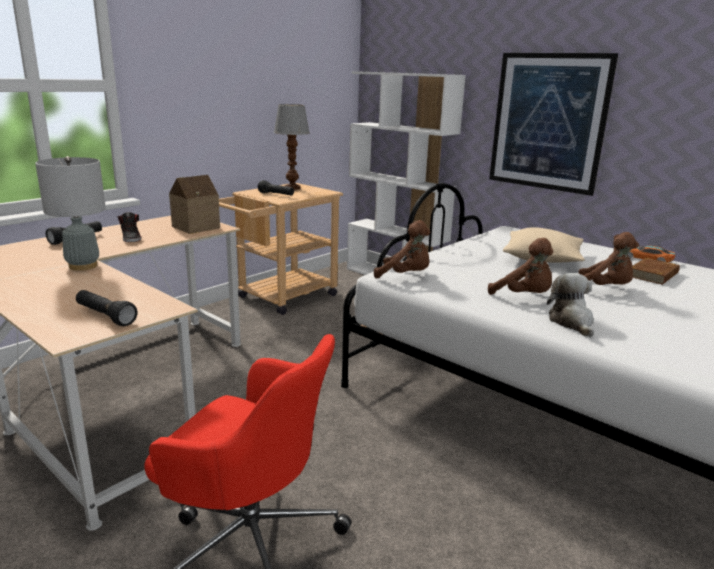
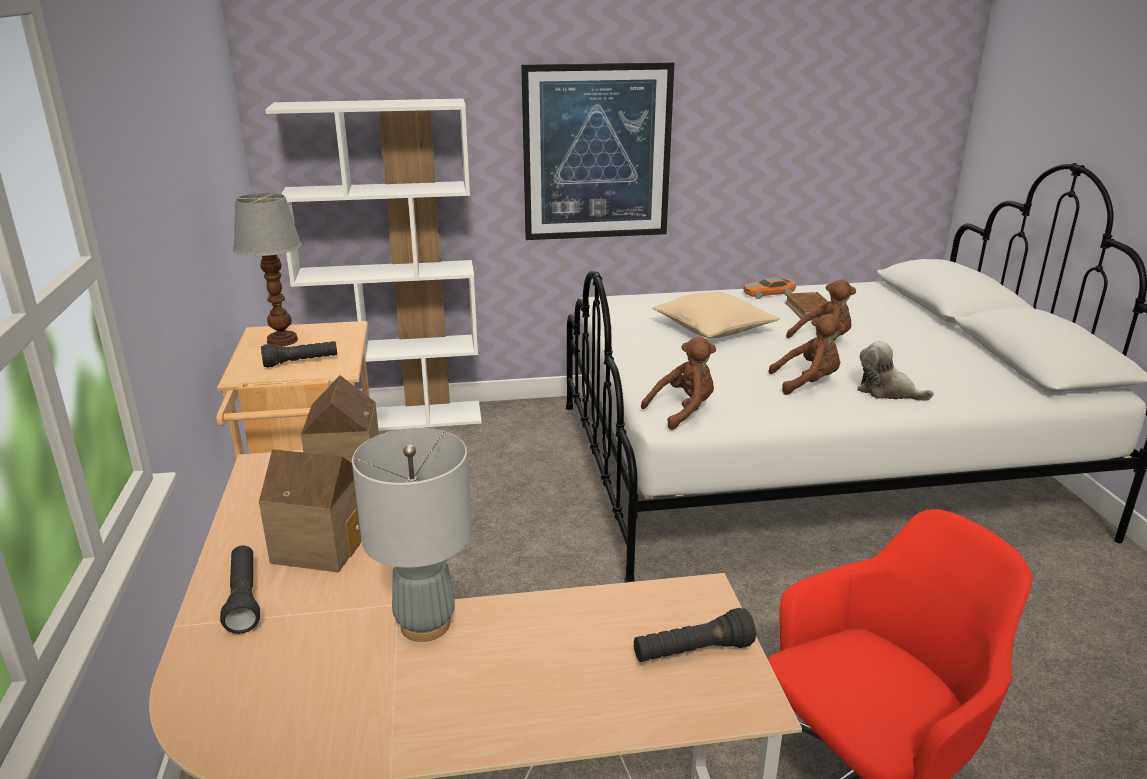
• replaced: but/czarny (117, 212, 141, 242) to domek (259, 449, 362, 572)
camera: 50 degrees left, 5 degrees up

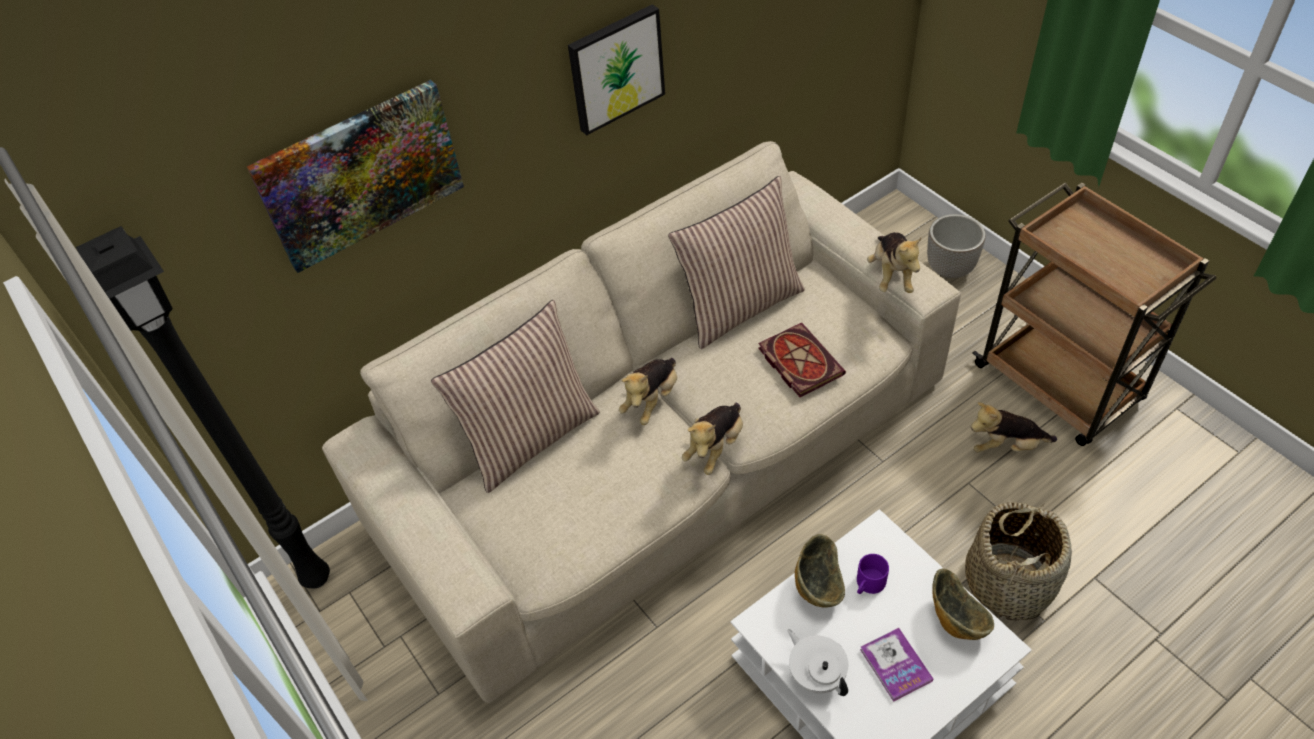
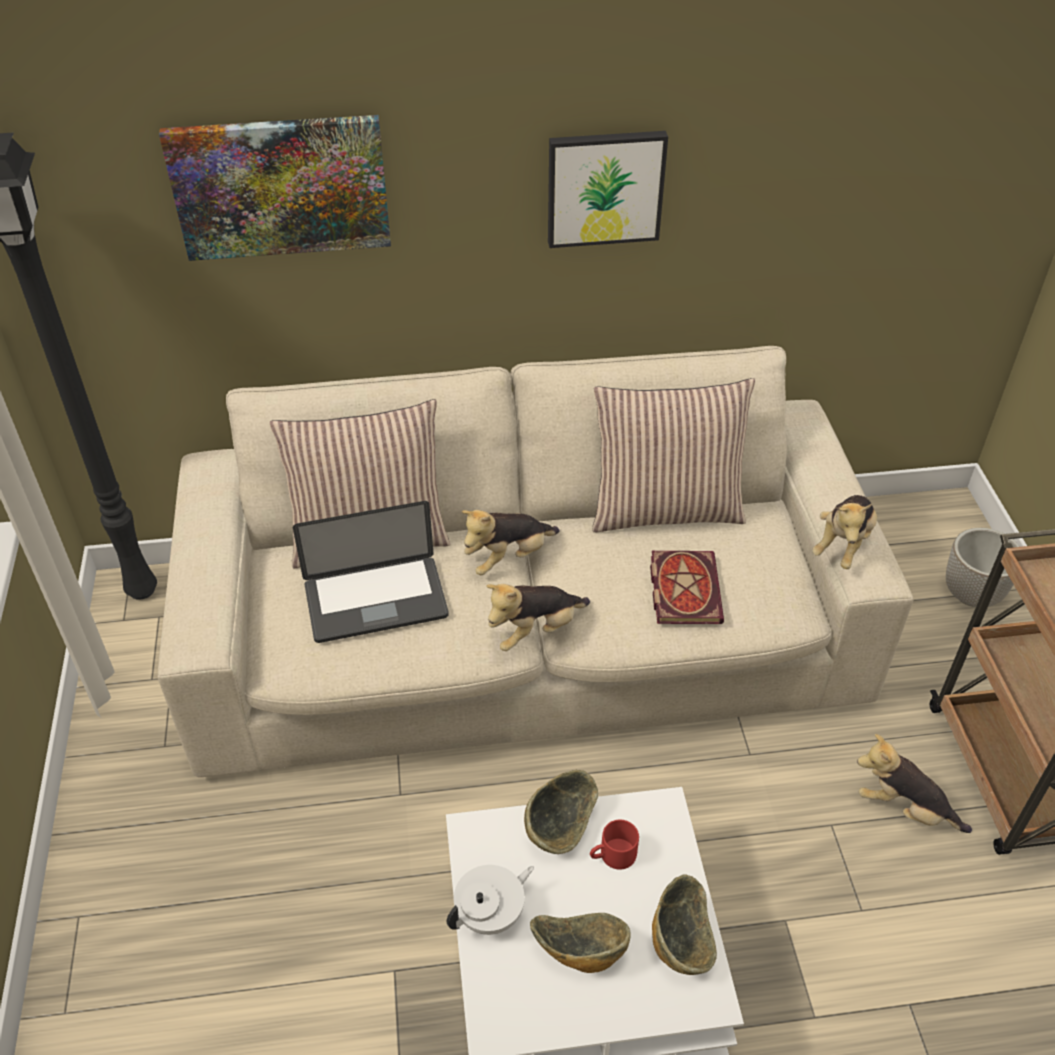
• turned: imbryk/biały (788, 629, 848, 696) = (447, 865, 534, 935) 60 degrees clockwise
• recoloured: kubek/fioletowy (857, 554, 889, 594) to kubek/czerwony (590, 820, 639, 870)
• replaced: książka (860, 628, 933, 702) to miska (530, 913, 630, 973)
• removed: koszyk (965, 502, 1072, 621)
• added: laptop (293, 501, 449, 643)
camera: 25 degrees right, 5 degrees down

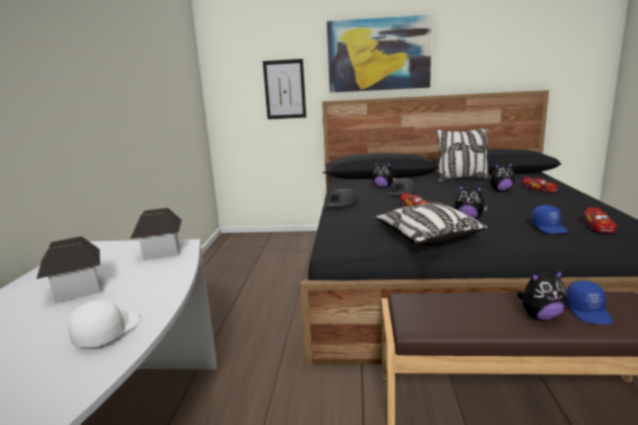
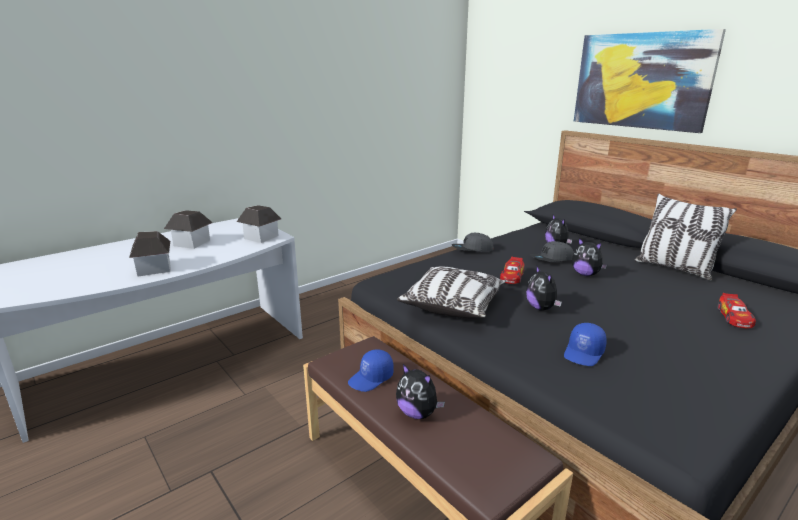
• replaced: czapka z daszkiem/biały (68, 300, 140, 348) to domek (129, 231, 171, 276)
• removed: obraz (263, 59, 306, 119)
• moved: pluszak (489, 162, 515, 192) to (572, 238, 608, 276)
• moved: czapka z daszkiem/niebieski (566, 280, 613, 324) to (348, 349, 393, 392)
• removed: samochodzik (583, 207, 617, 233)
camera: 45 degrees right, 5 degrees up

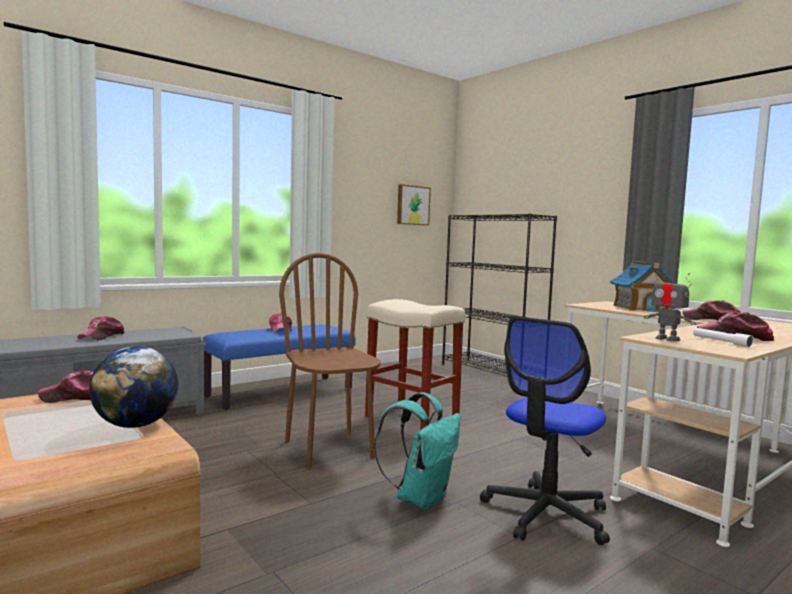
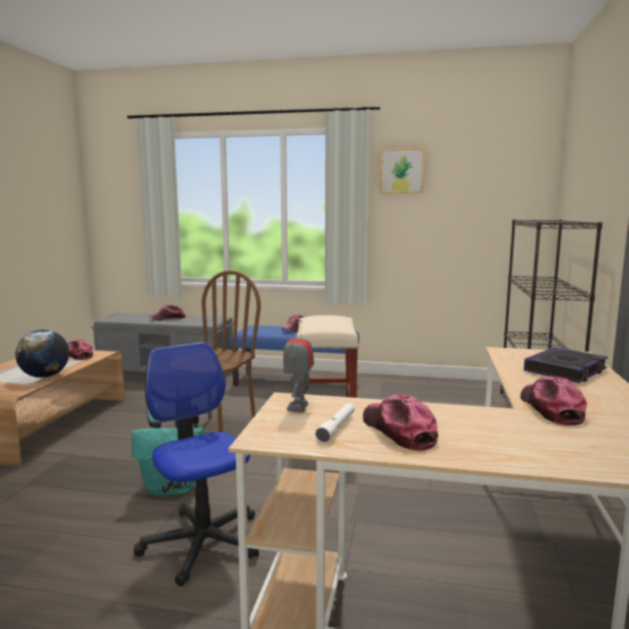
• moved: obraz (397, 184, 431, 226) to (380, 148, 425, 193)
• turned: krzesło biurowe (480, 316, 610, 545) = (134, 342, 259, 586) 60 degrees clockwise
• replaced: domek (610, 261, 675, 312) to książka (524, 347, 608, 383)
camera: 50 degrees right, 5 degrees up

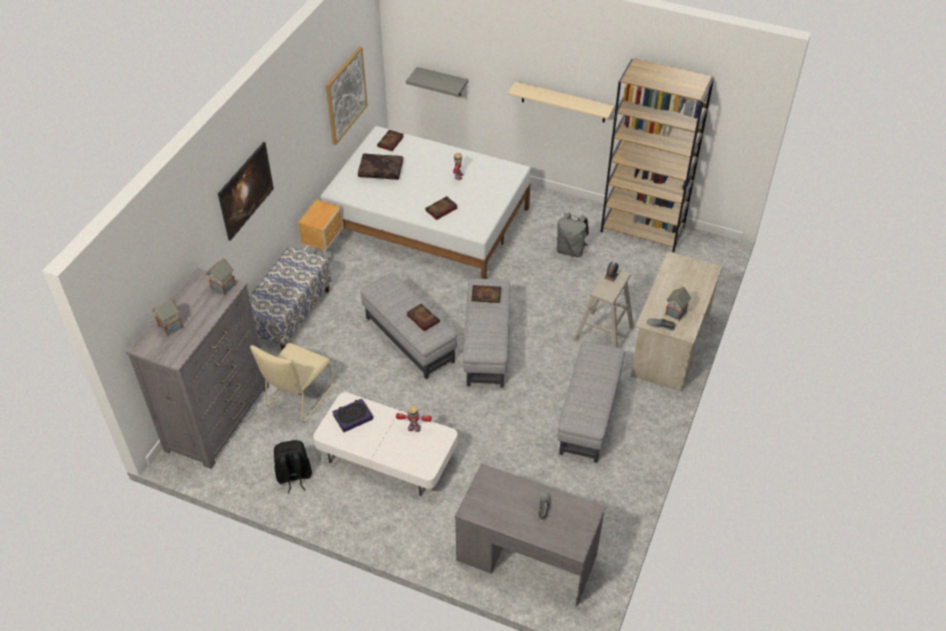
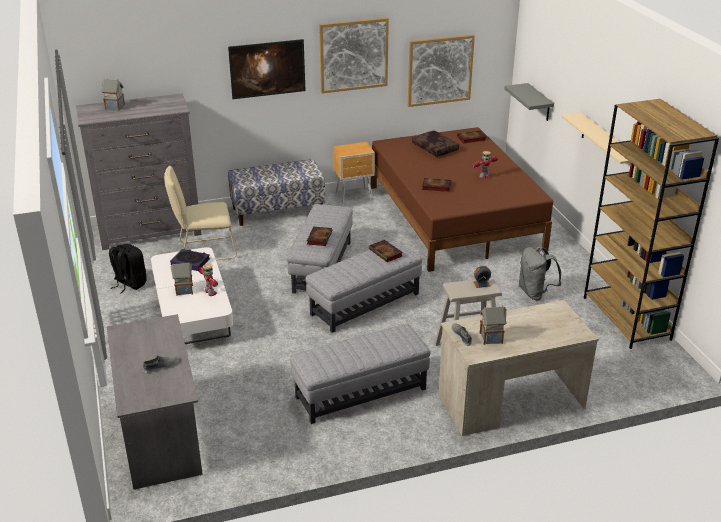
• moved: domek (206, 258, 236, 296) to (171, 262, 193, 296)
• recoloured: łóżko/biały (320, 126, 530, 279) to łóżko/brązowy (371, 127, 553, 272)
• added: obraz (319, 18, 389, 93)
camera: 50 degrees right, 15 degrees down

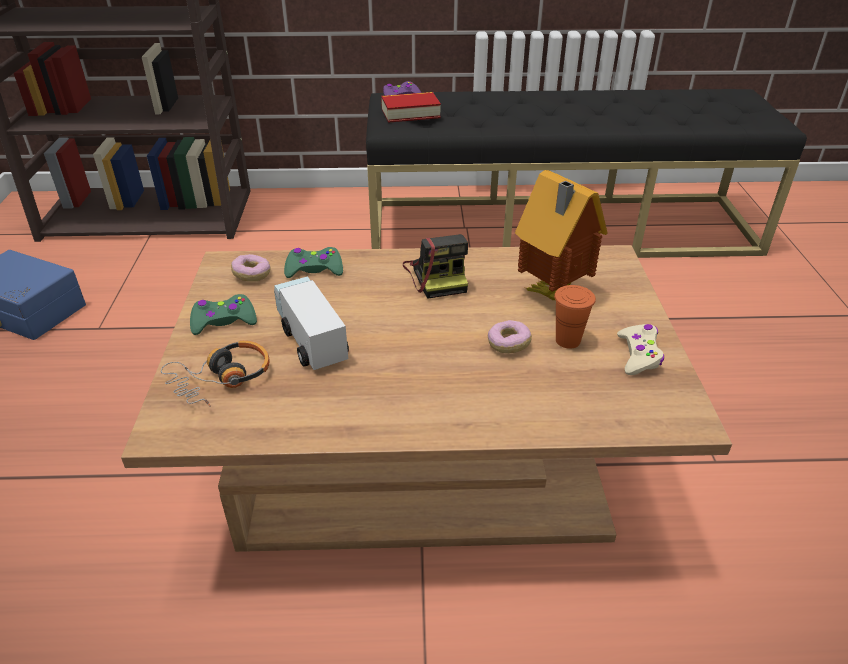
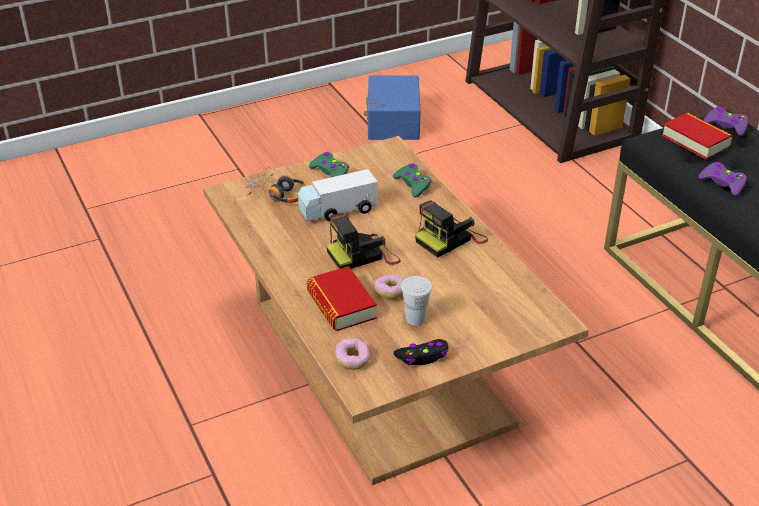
• moved: donut (231, 254, 271, 281) to (335, 338, 370, 370)
• turned: ciężarówka zabawkowa (274, 276, 349, 370) = (298, 169, 377, 221) 150 degrees counterclockwise
• removed: domek (515, 170, 608, 300)
• recoloured: filiżanka/pomarańczowy (554, 285, 596, 349) to filiżanka/biały (401, 276, 433, 326)
• recoloured: pad do gier/beżowy (617, 324, 664, 375) to pad do gier/czarny (393, 339, 448, 365)
• added: książka (307, 266, 377, 331)
• added: aparat fotograficzny (326, 213, 400, 269)
• added: pad do gier/fioletowy (698, 162, 747, 196)
camera: 65 degrees right, 0 degrees up

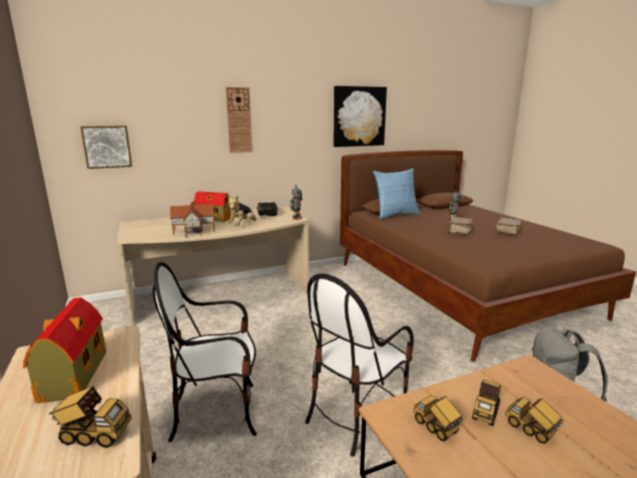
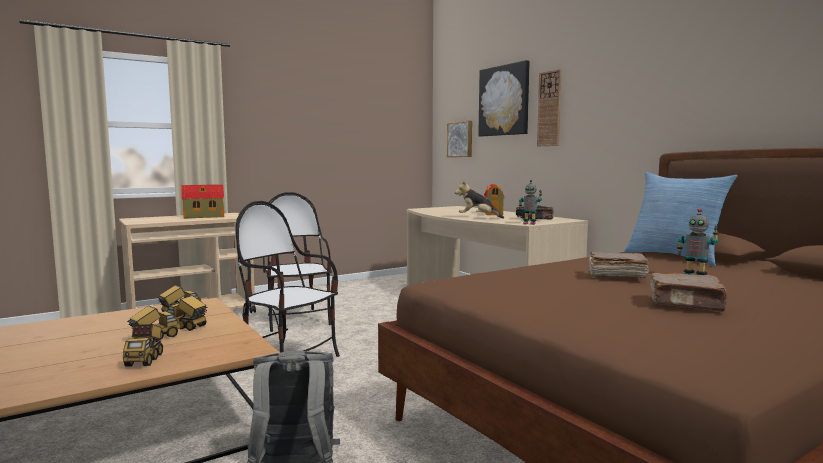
• moved: ciężarówka zabawkowa (49, 386, 132, 448) to (123, 324, 163, 367)
• removed: domek (170, 201, 215, 237)
• moved: obraz (333, 86, 387, 147) to (478, 60, 530, 136)
camera: 80 degrees right, 10 degrees down

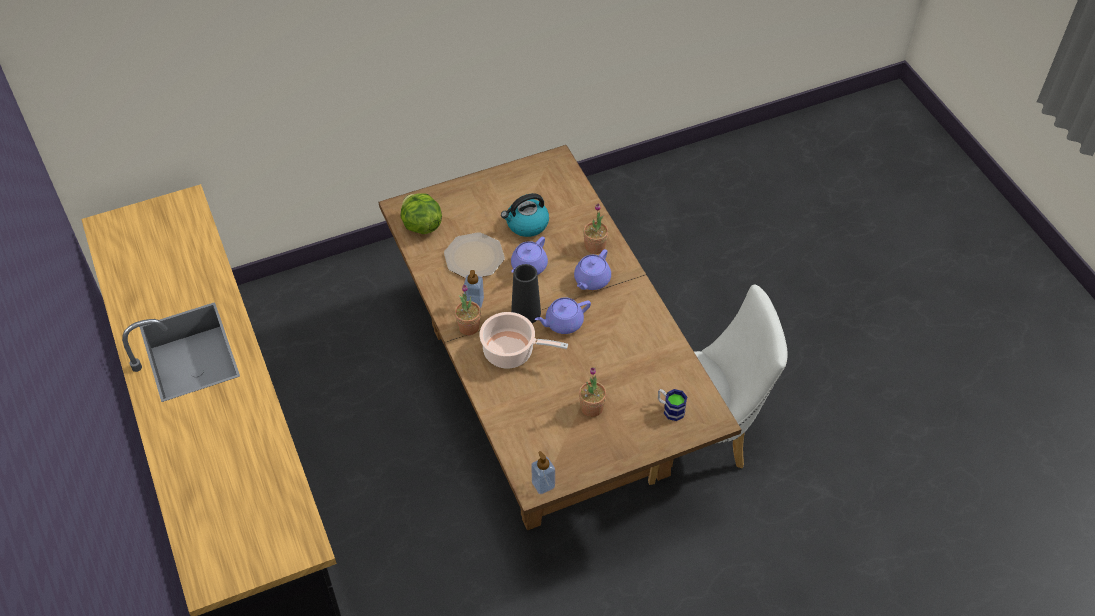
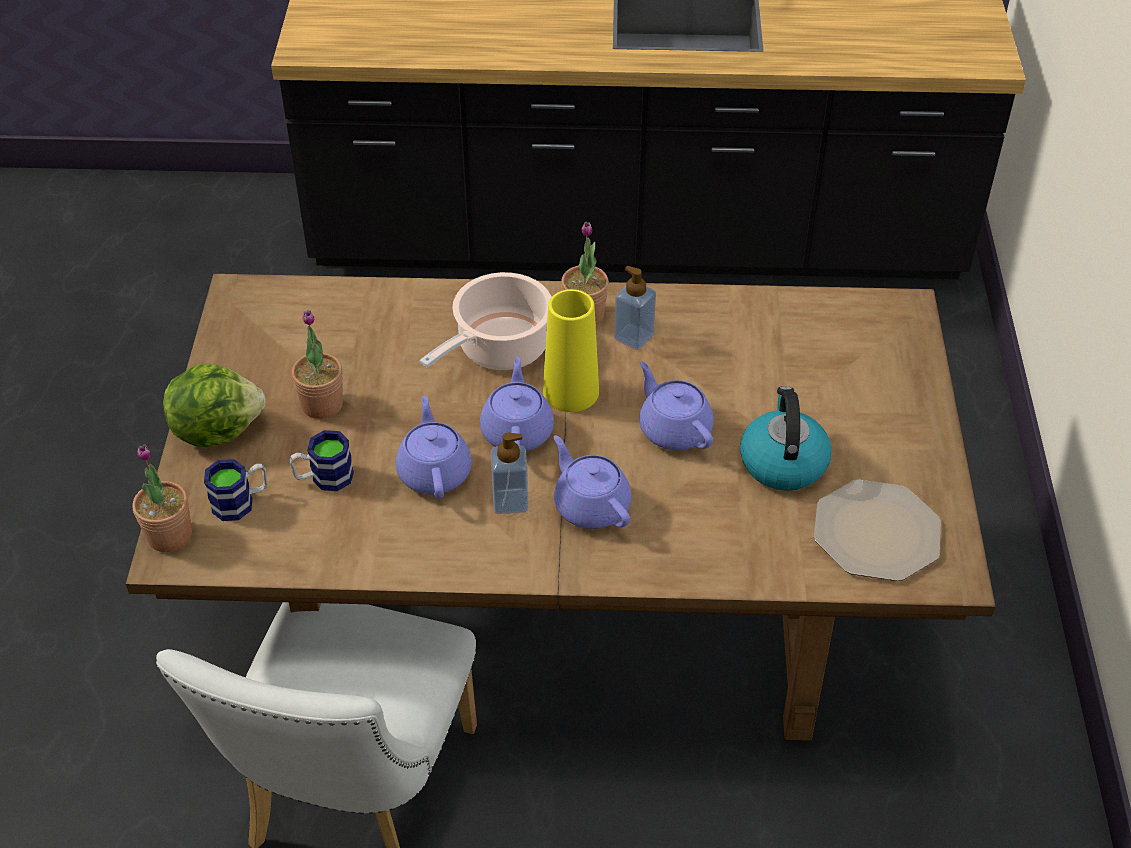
• moved: sałata (400, 193, 442, 234) to (163, 364, 266, 447)
• moved: talerz (444, 232, 505, 278) to (814, 480, 941, 581)
• recoloured: wazon/czarny (511, 264, 541, 323) to wazon/żółty (543, 289, 599, 412)
• moved: dozownik mydła (531, 451, 555, 494) to (491, 433, 528, 514)
• moved: roślina doniczkowa (583, 203, 608, 254) to (133, 444, 192, 552)
• added: kubek (290, 430, 354, 491)
• added: imbryk/fioletowy (396, 396, 472, 498)
camera: 115 degrees right, 5 degrees down

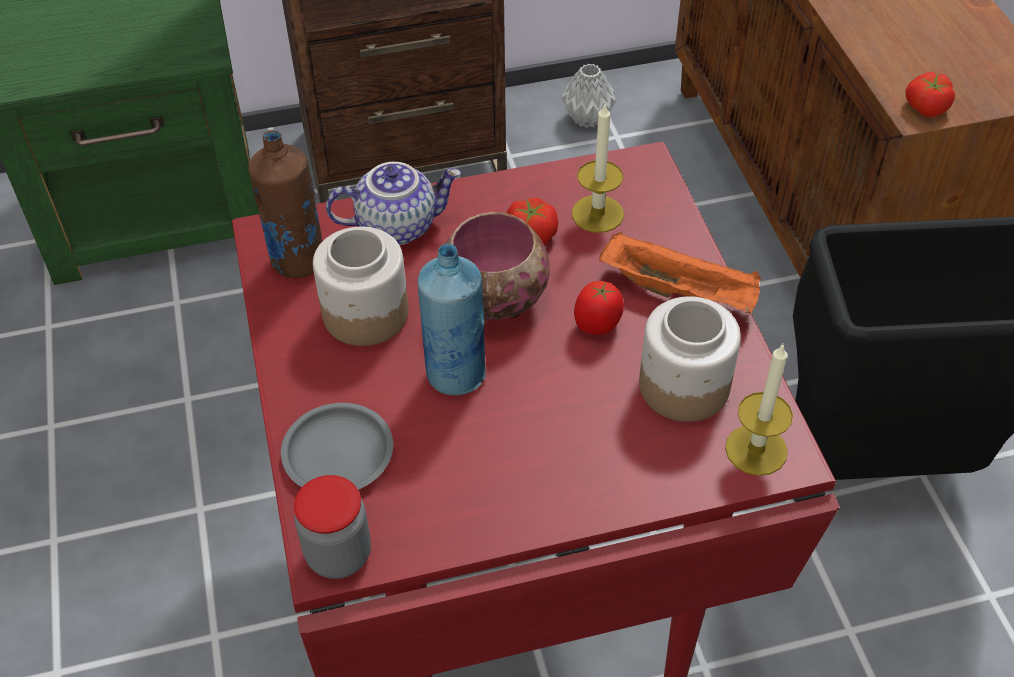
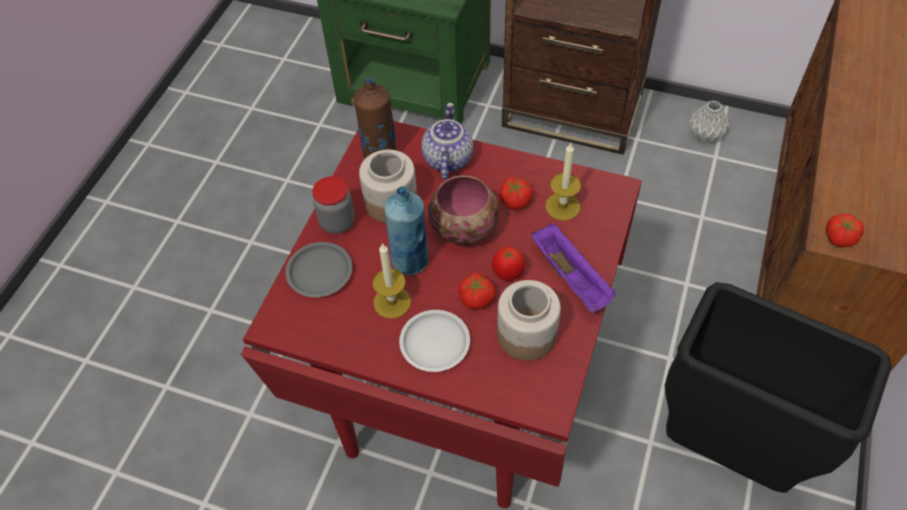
• moved: słoik (294, 475, 371, 579) to (312, 176, 355, 234)
• turned: imbryk (326, 162, 461, 245) = (421, 103, 473, 180) 105 degrees counterclockwise
• recoloured: taca/pomarańczowy (599, 232, 761, 313) to taca/fioletowy (531, 224, 616, 313)
• moved: świeca (725, 343, 793, 476) to (372, 243, 411, 319)
• added: talerz/biały (399, 310, 470, 372)
• added: pomidor (459, 272, 496, 309)
camera: 35 degrees right, 5 degrees up

